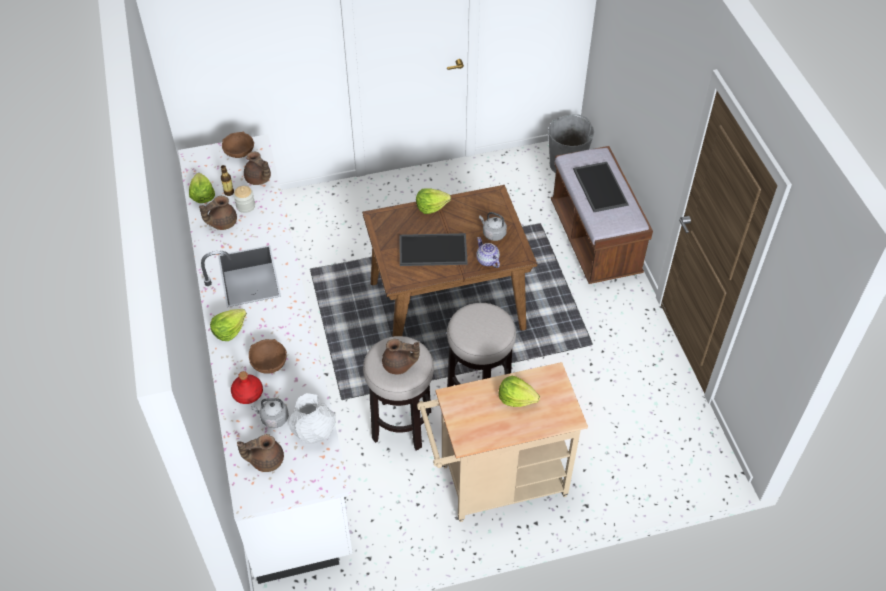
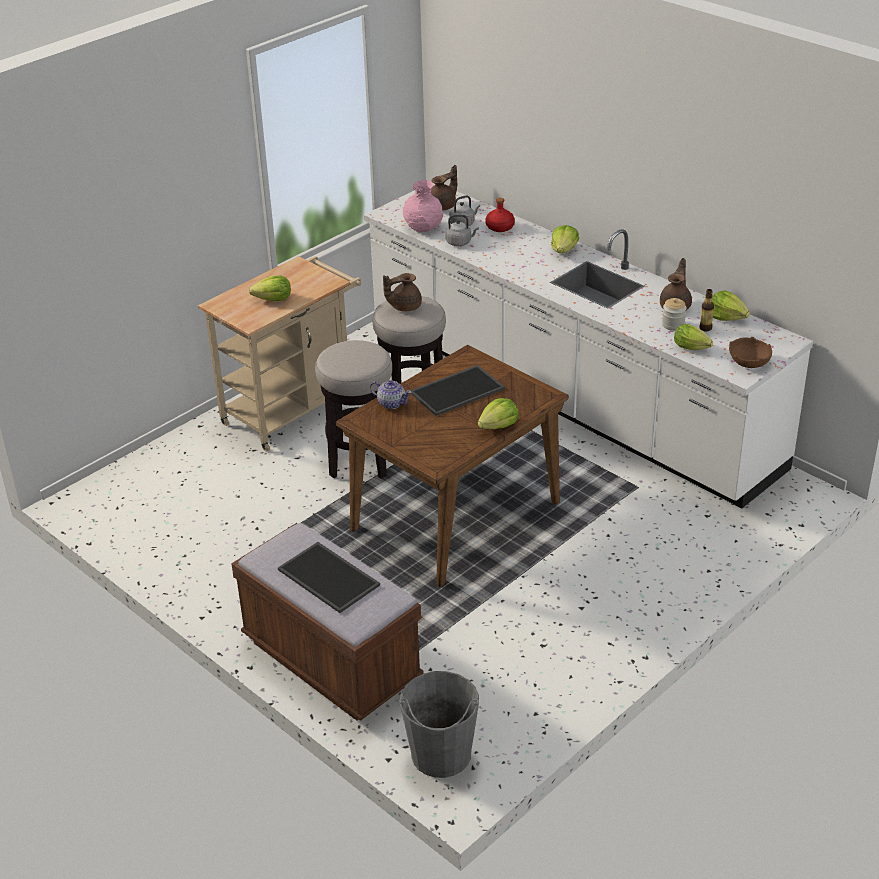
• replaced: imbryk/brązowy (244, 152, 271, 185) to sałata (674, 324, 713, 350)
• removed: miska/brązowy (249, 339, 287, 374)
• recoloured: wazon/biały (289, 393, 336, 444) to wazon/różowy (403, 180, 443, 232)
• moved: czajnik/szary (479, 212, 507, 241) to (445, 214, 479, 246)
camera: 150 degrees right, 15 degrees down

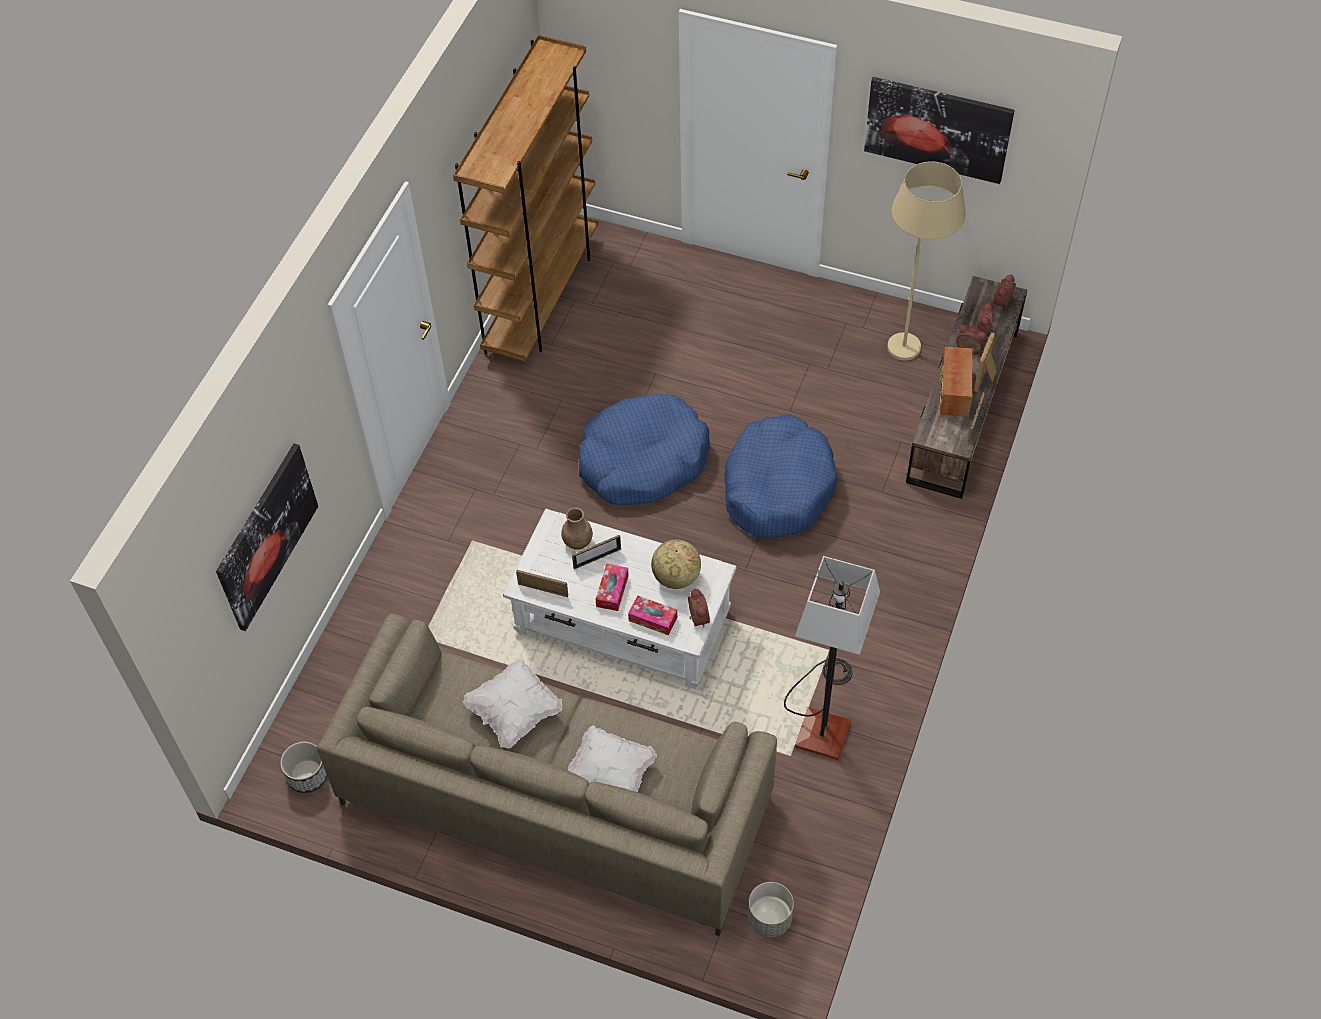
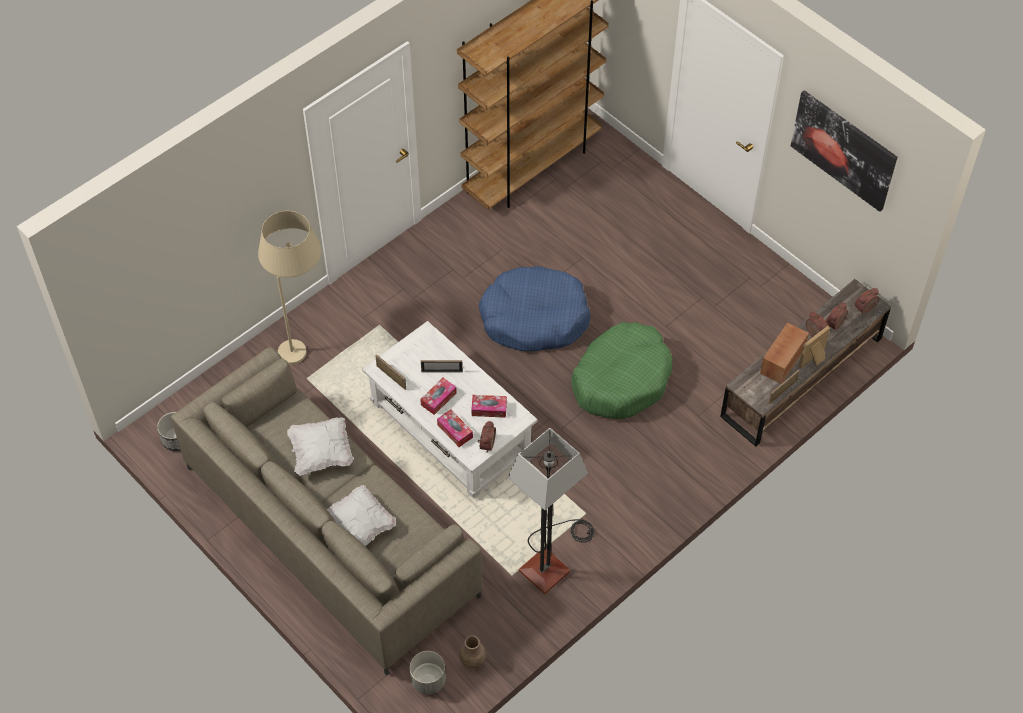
• removed: obraz (216, 444, 318, 631)
• moved: wazon/brązowy (562, 507, 593, 550) to (459, 635, 486, 668)
• replaced: globus (651, 539, 701, 589) to pudełko chusteczek (471, 395, 507, 418)
• recoloured: legowisko/niebieski (724, 414, 837, 539) to legowisko/zielony (571, 322, 673, 419)
• moved: lampa stojąca/beżowy (887, 161, 966, 361) to (258, 211, 321, 365)
camera: 25 degrees right, 0 degrees up

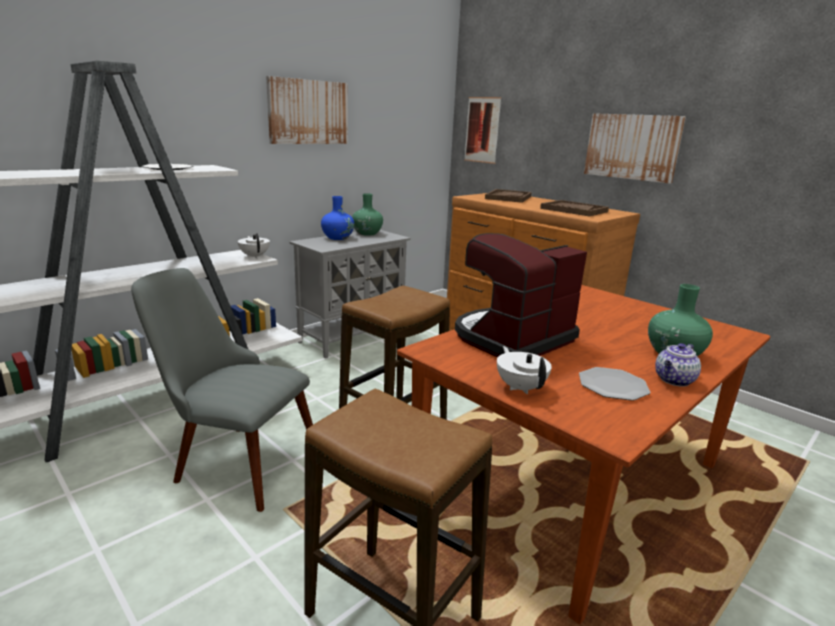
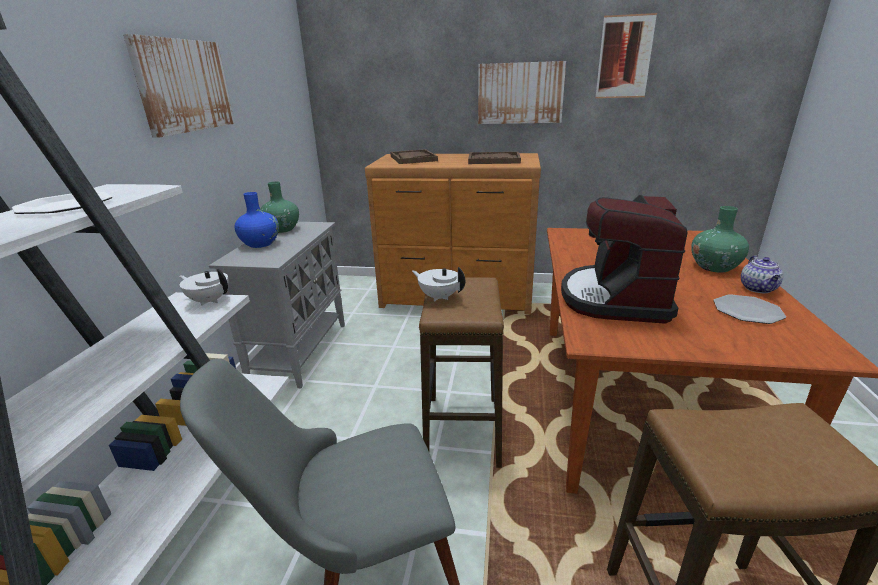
• moved: obraz (464, 97, 501, 164) to (595, 13, 657, 98)
• moved: imbryk/biały (497, 346, 552, 394) to (412, 267, 465, 301)
camera: 35 degrees left, 5 degrees up

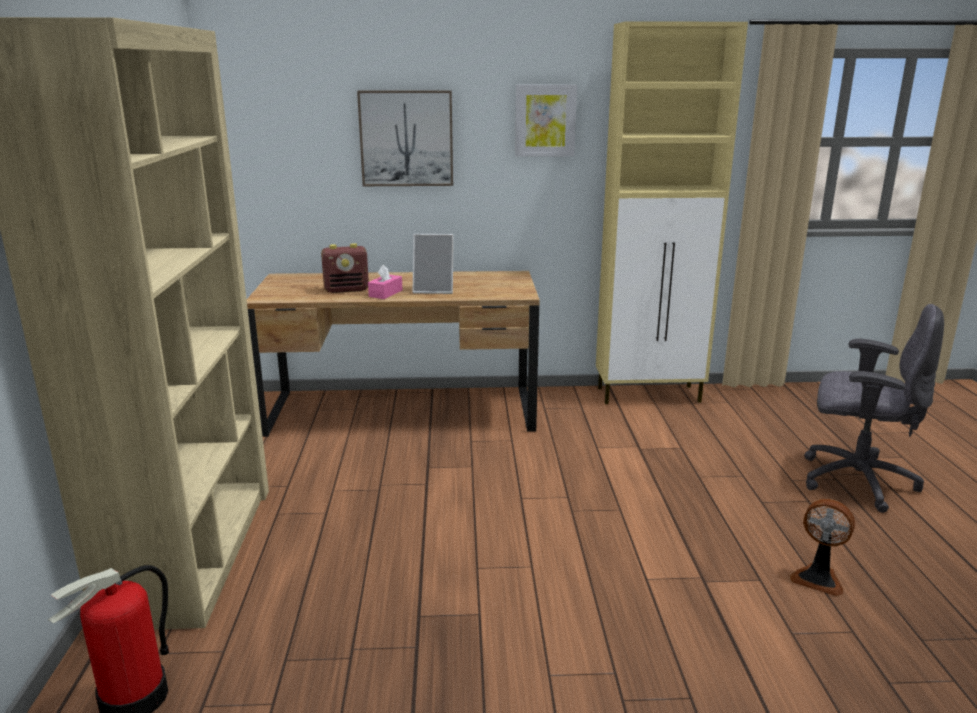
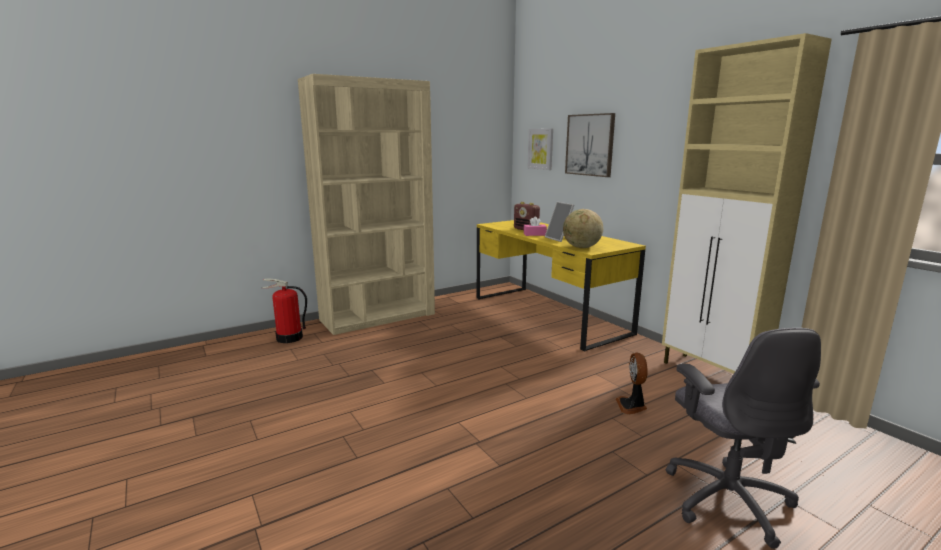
• recoloured: biurko/brązowy (247, 271, 540, 437) to biurko/żółty (477, 220, 646, 351)
• moved: obraz (515, 84, 577, 157) to (527, 128, 553, 170)
• moved: wentylator (789, 499, 855, 596) to (616, 353, 647, 414)
• added: globus (563, 209, 603, 248)
camera: 60 degrees right, 5 degrees down

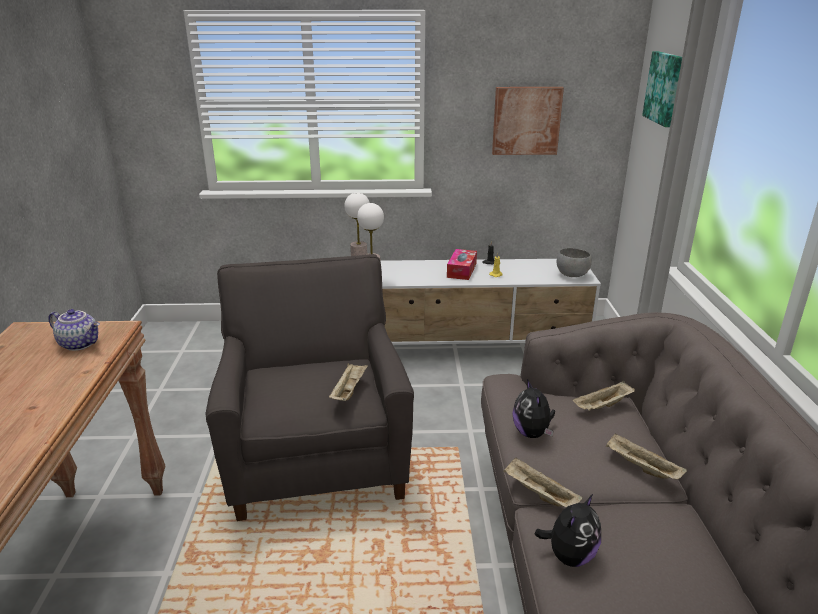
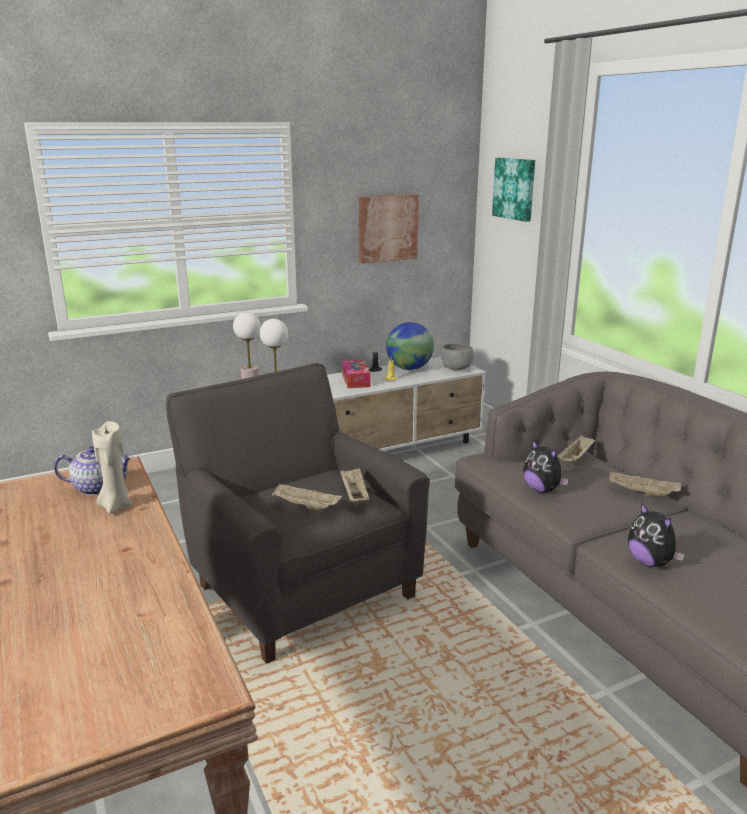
• moved: taca/beżowy (503, 458, 583, 507) to (272, 484, 342, 510)
• turned: pluszak (534, 494, 601, 567) = (628, 502, 685, 567) 135 degrees clockwise
• added: świeca/beżowy (92, 421, 132, 514)
• added: globus (386, 322, 434, 370)
camera: 25 degrees left, 5 degrees down

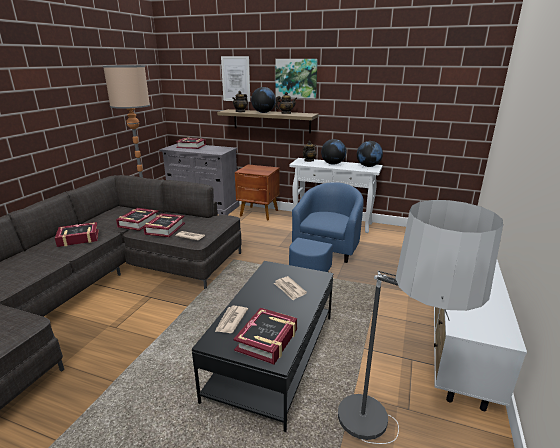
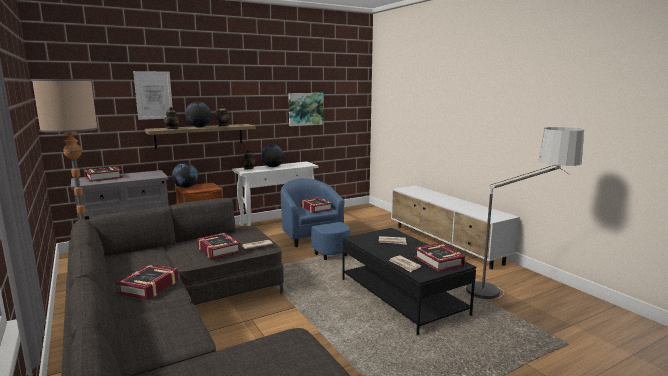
• moved: książka (116, 208, 158, 231) to (301, 197, 332, 213)
• moved: obraz (275, 59, 318, 98) to (288, 93, 323, 126)
• moved: globus (357, 141, 383, 167) to (172, 163, 198, 188)
camera: 50 degrees left, 10 degrees down

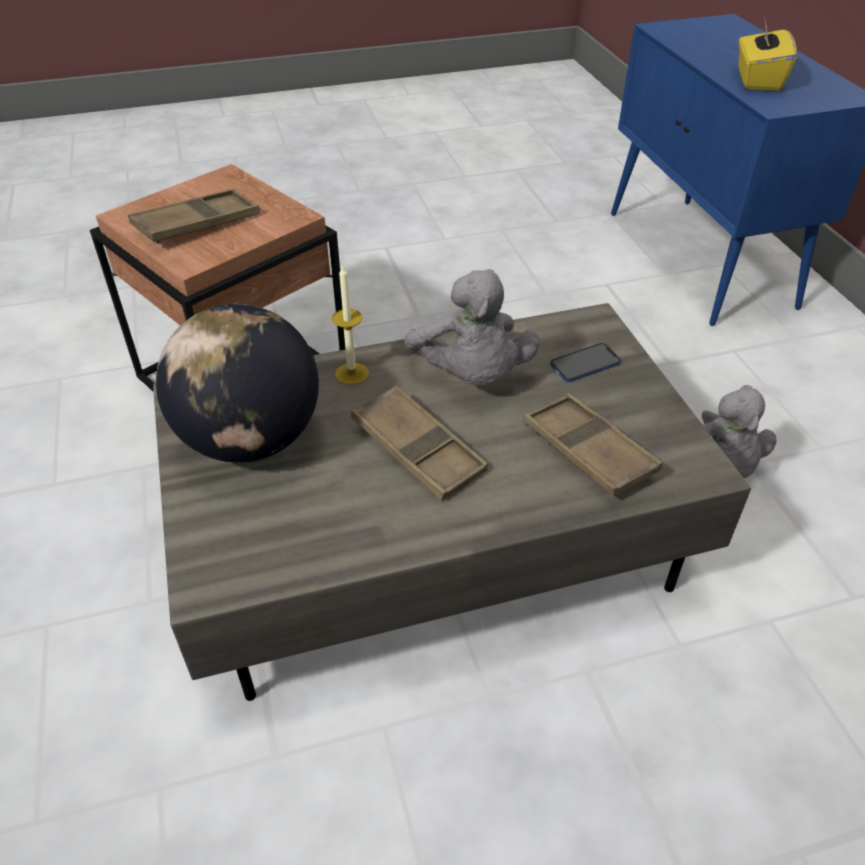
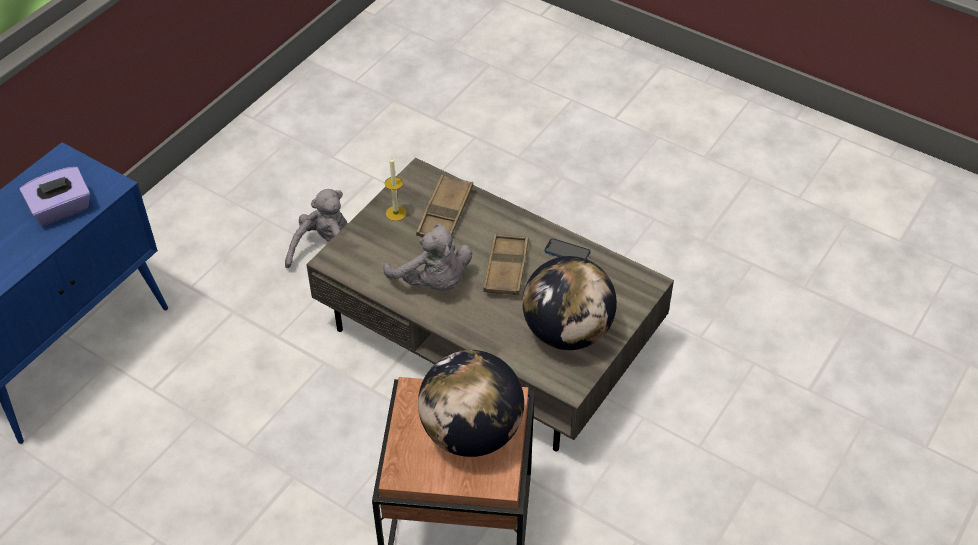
• replaced: taca/brązowy (128, 189, 260, 244) to globus (418, 350, 524, 457)
• moved: świeca (332, 265, 369, 385) to (385, 156, 407, 221)
• turned: pluszak/szary (404, 269, 540, 385) = (383, 223, 472, 291) 105 degrees clockwise
• moved: telefon (550, 343, 621, 382) to (544, 238, 591, 259)
• recoloured: pudełko chusteczek/żółty (739, 20, 796, 91) to pudełko chusteczek/fioletowy (20, 167, 90, 225)
camera: 130 degrees left, 5 degrees up

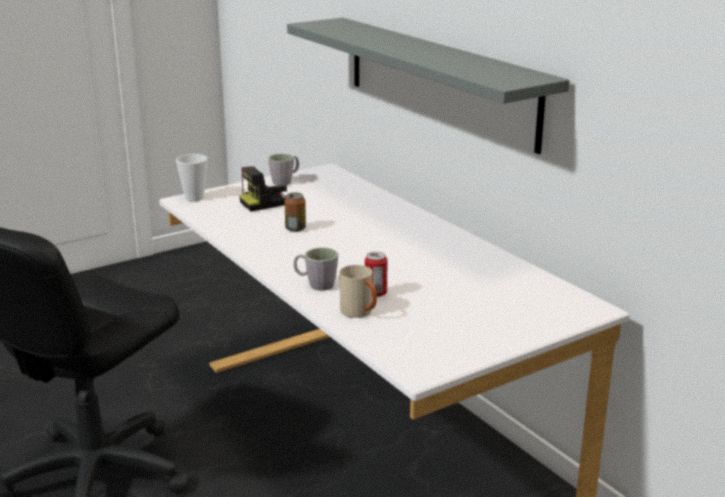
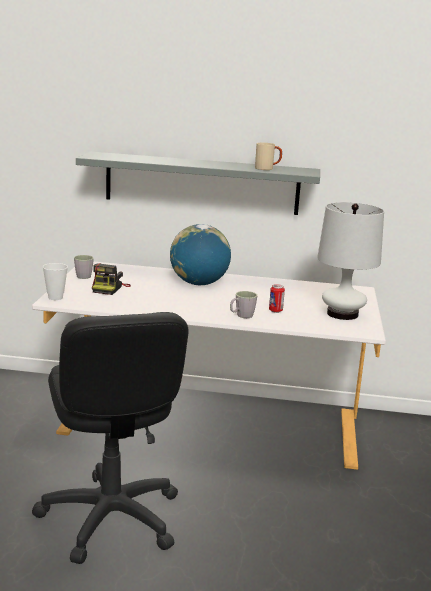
• removed: puszka (285, 192, 306, 232)
• moved: kubek/beżowy (339, 265, 377, 318) to (255, 143, 282, 170)
• added: globus (170, 224, 231, 285)
• added: lampa stołowa/biały (317, 202, 384, 320)
camera: 50 degrees left, 5 degrees down

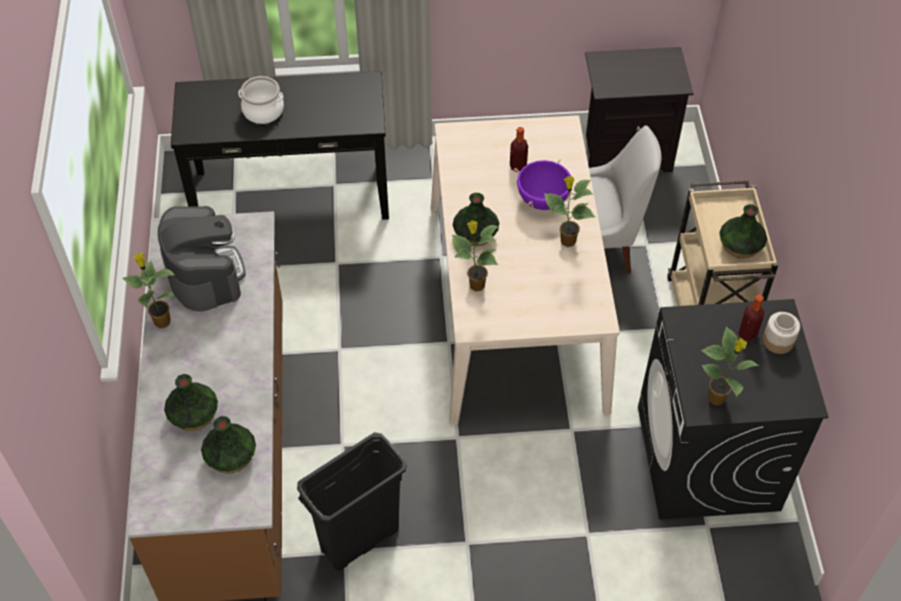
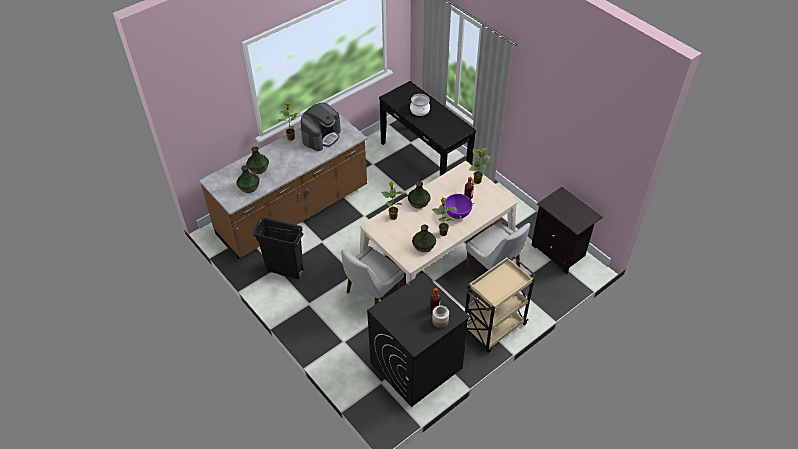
• moved: roślina doniczkowa (701, 326, 759, 406) to (468, 147, 490, 184)
• moved: wazon (719, 204, 767, 259) to (412, 225, 436, 252)
• added: krzesło/biały (341, 246, 405, 305)
camera: 55 degrees right, 5 degrees down

